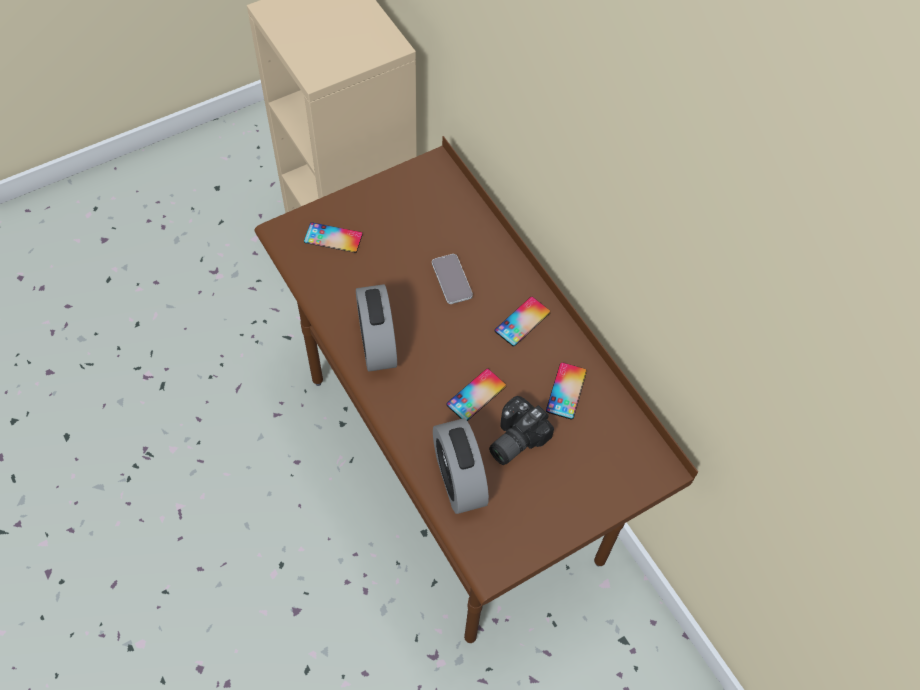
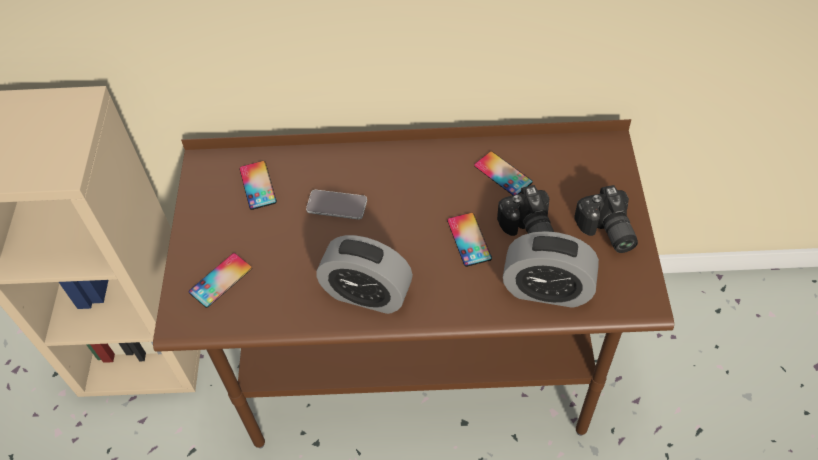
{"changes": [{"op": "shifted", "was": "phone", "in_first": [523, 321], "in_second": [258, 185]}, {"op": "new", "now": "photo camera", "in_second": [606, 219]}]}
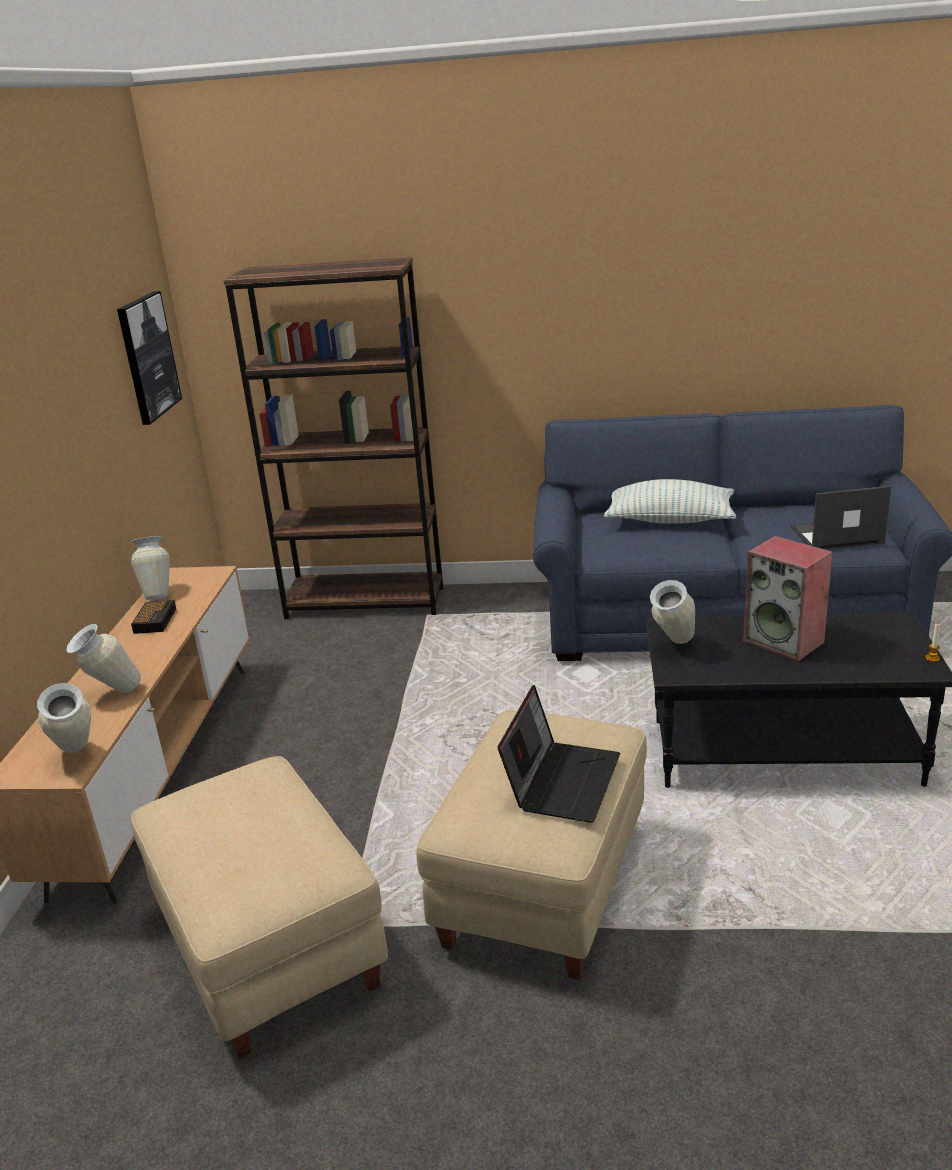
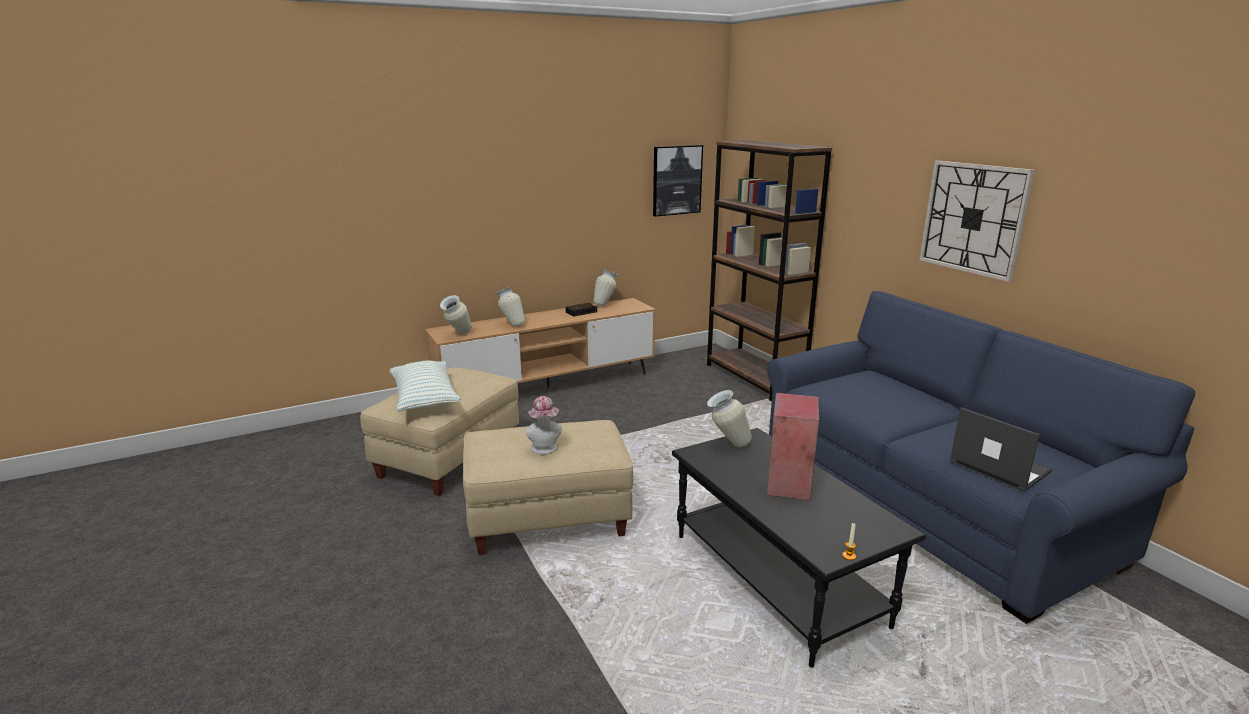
{"changes": [{"op": "shifted", "was": "pillow", "in_first": [670, 501], "in_second": [425, 386]}, {"op": "swapped", "was": "laptop", "now": "hat", "in_first": [558, 754], "in_second": [543, 425]}, {"op": "new", "now": "wall clock", "in_second": [977, 221]}]}
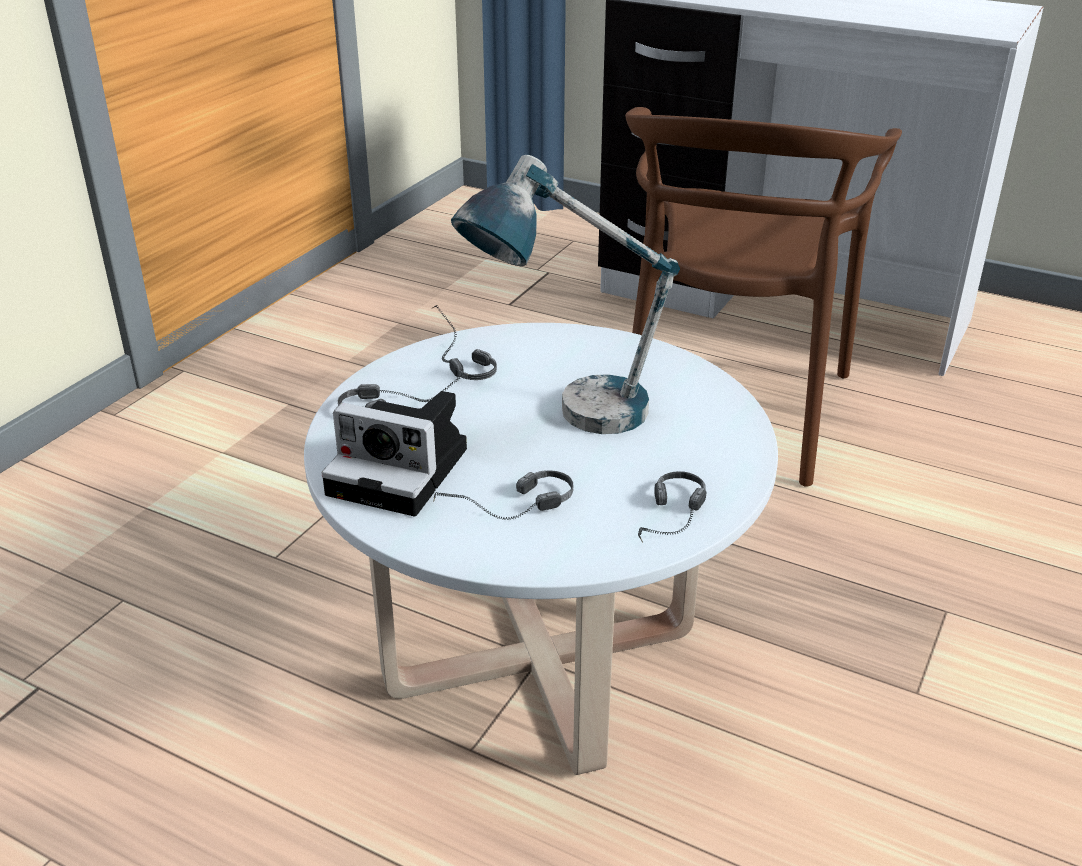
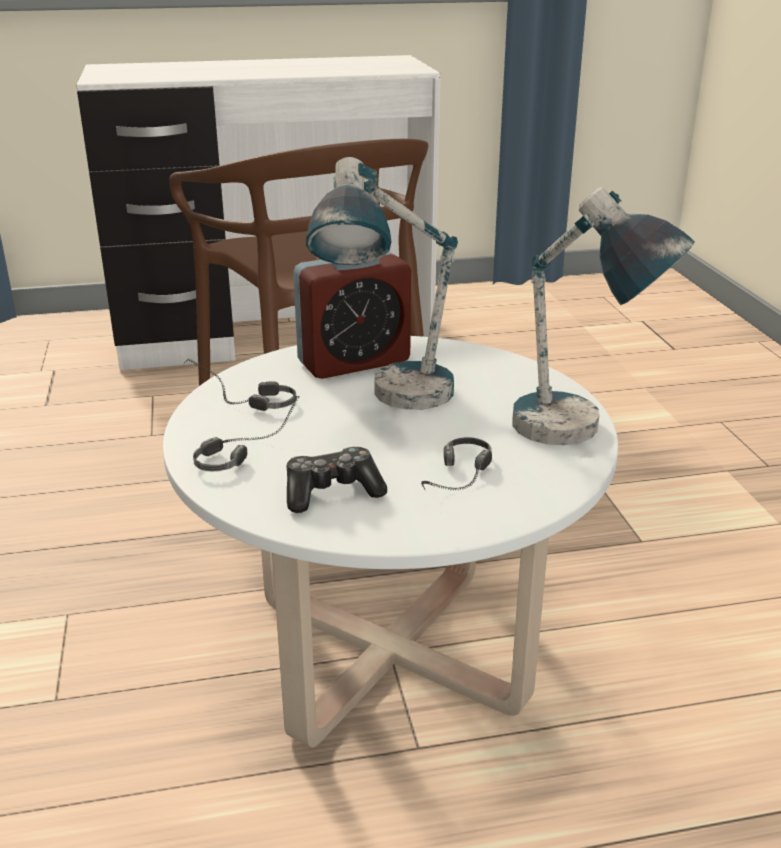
{"changes": [{"op": "swapped", "was": "photo camera", "now": "game controller", "in_first": [394, 453], "in_second": [336, 480]}, {"op": "swapped", "was": "headphones", "now": "table lamp", "in_first": [672, 507], "in_second": [603, 316]}, {"op": "new", "now": "alarm clock", "in_second": [352, 315]}]}
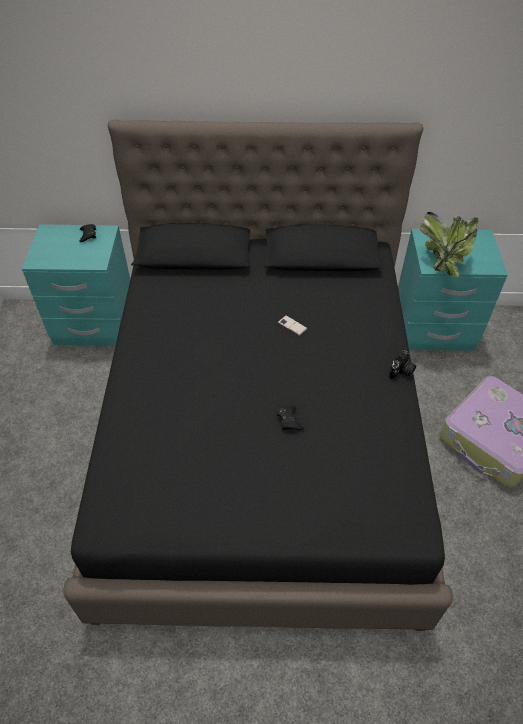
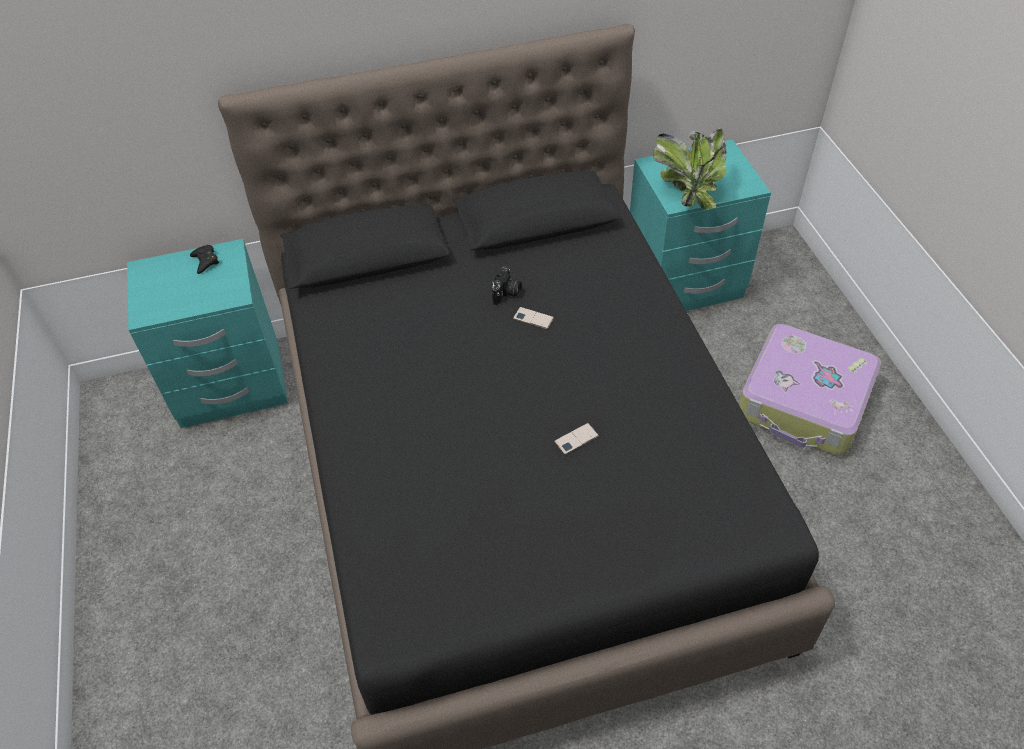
{"changes": [{"op": "shifted", "was": "photo camera", "in_first": [402, 364], "in_second": [507, 285]}, {"op": "swapped", "was": "black game controller", "now": "phone", "in_first": [290, 418], "in_second": [576, 439]}]}
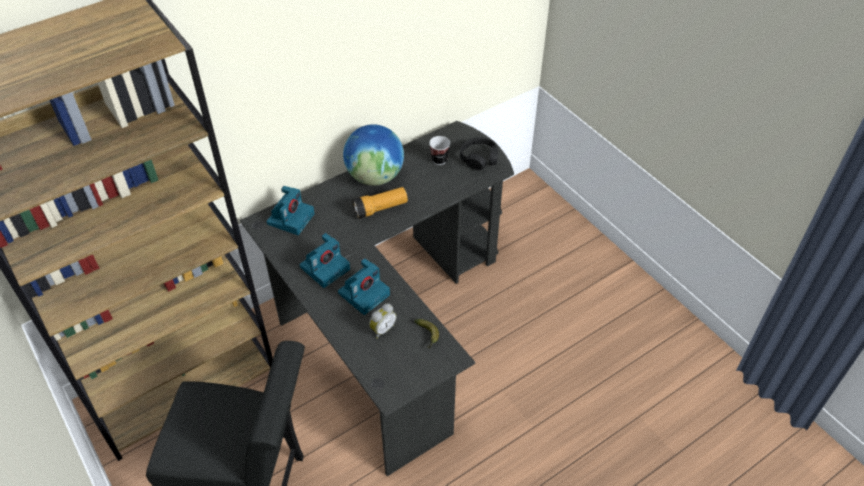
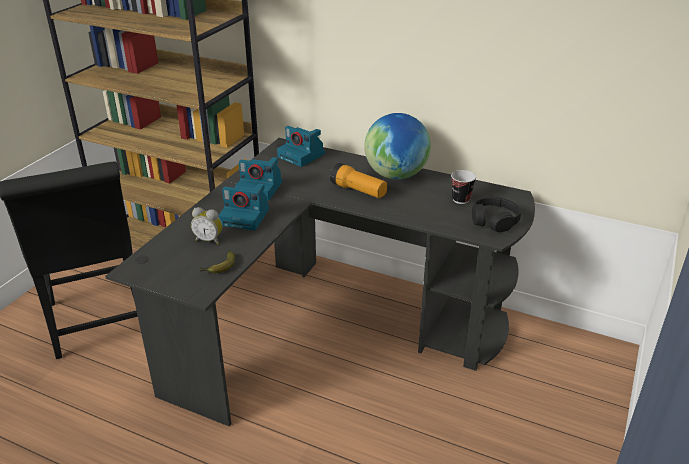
{"changes": [{"op": "rotated", "was": "photo camera", "in_first": [290, 210], "in_second": [301, 146], "clockwise": 45}]}
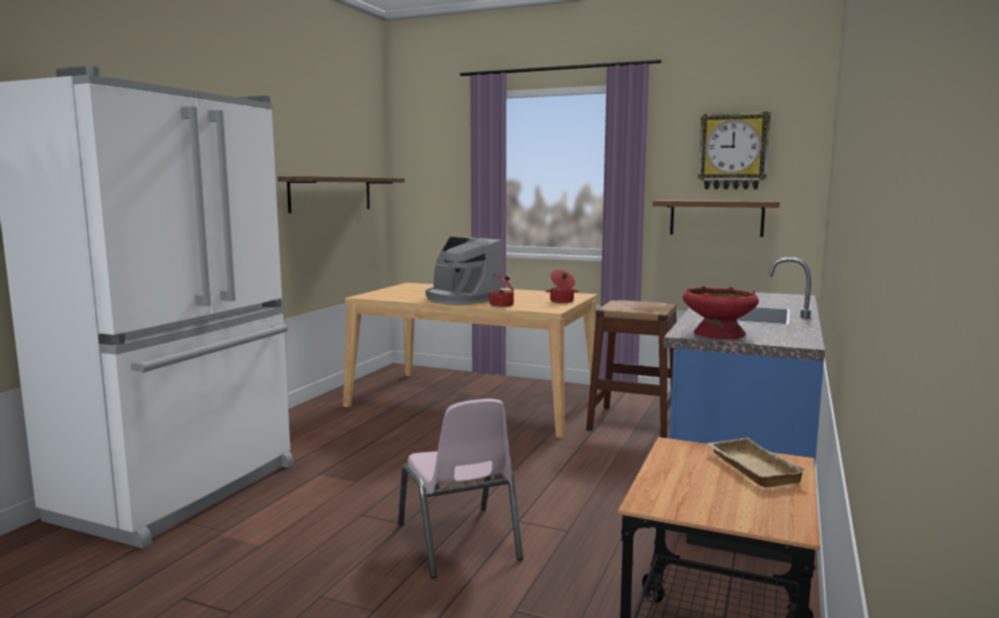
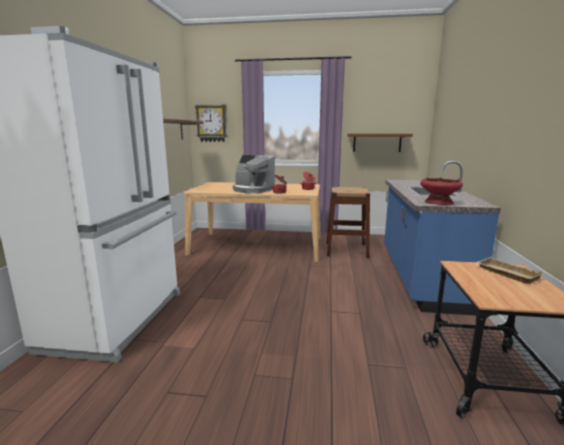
{"changes": [{"op": "shifted", "was": "wall clock", "in_first": [734, 150], "in_second": [211, 123]}, {"op": "gone", "was": "pink chair", "in_first": [460, 489]}]}
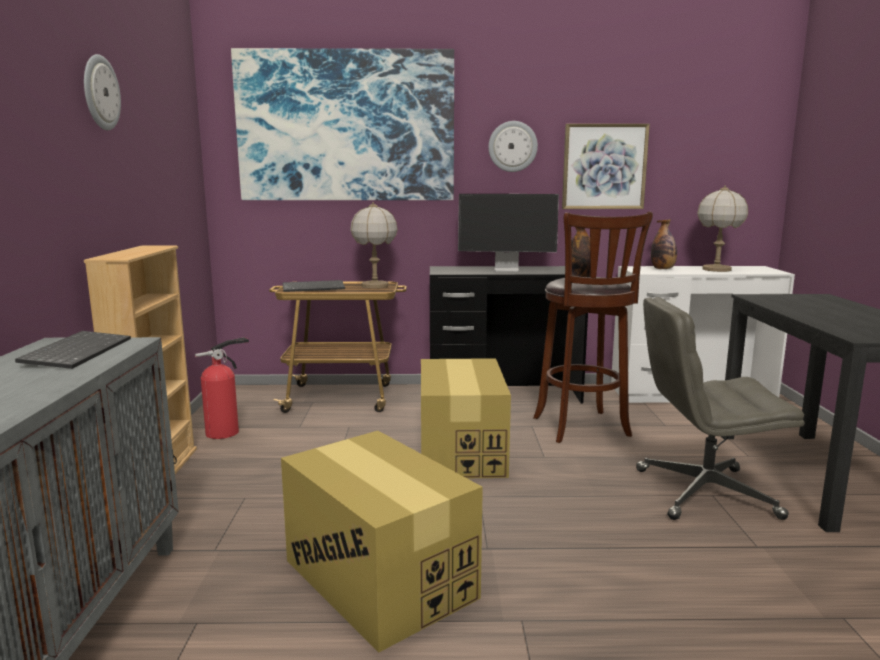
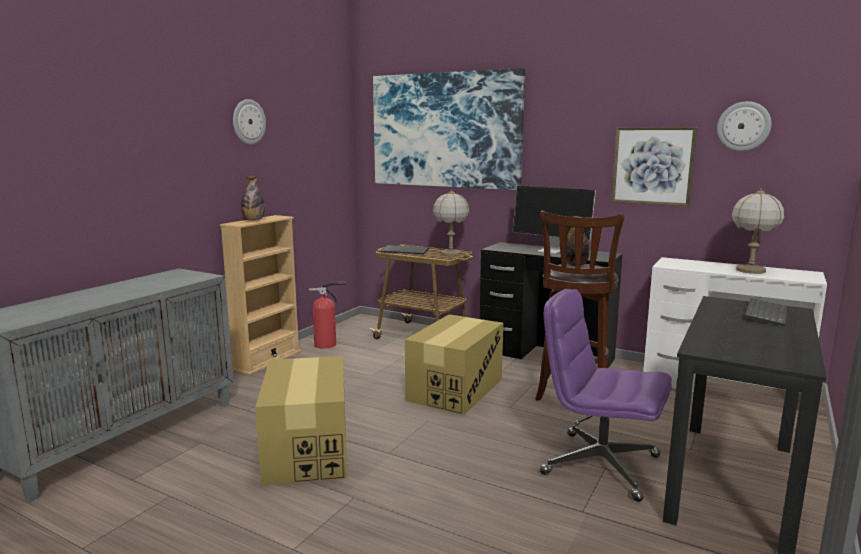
{"changes": [{"op": "shifted", "was": "wall clock", "in_first": [513, 146], "in_second": [744, 126]}, {"op": "shifted", "was": "bottle", "in_first": [664, 244], "in_second": [253, 198]}, {"op": "repainted", "was": "grey office chair", "now": "purple office chair", "in_first": [720, 408], "in_second": [606, 395]}, {"op": "shifted", "was": "keyboard", "in_first": [73, 350], "in_second": [765, 312]}]}
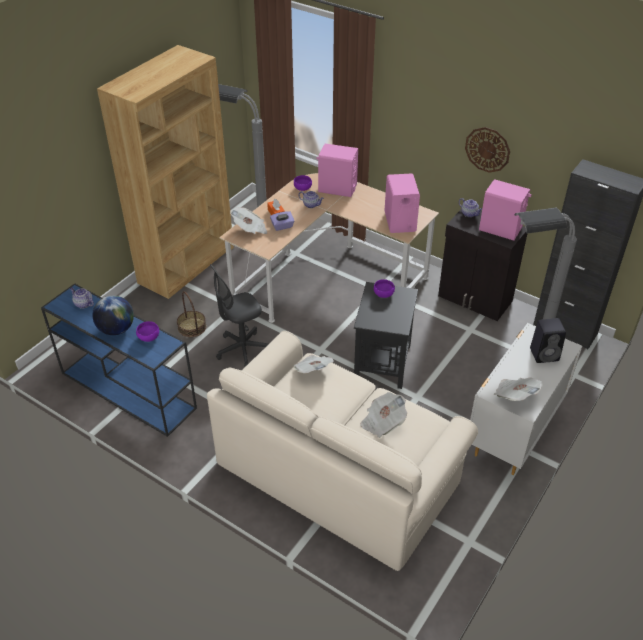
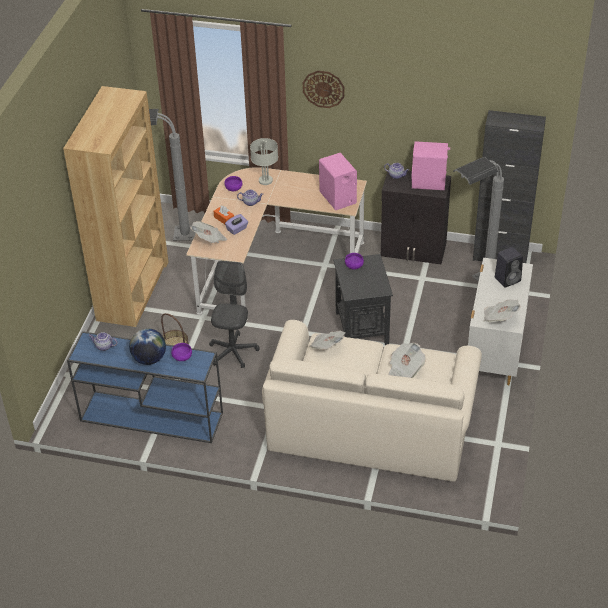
{"changes": [{"op": "shifted", "was": "wall clock", "in_first": [487, 150], "in_second": [323, 89]}, {"op": "swapped", "was": "pink speaker", "now": "grey table lamp", "in_first": [337, 170], "in_second": [264, 161]}, {"op": "rotated", "was": "grey office chair", "in_first": [239, 315], "in_second": [234, 314], "clockwise": 150}]}
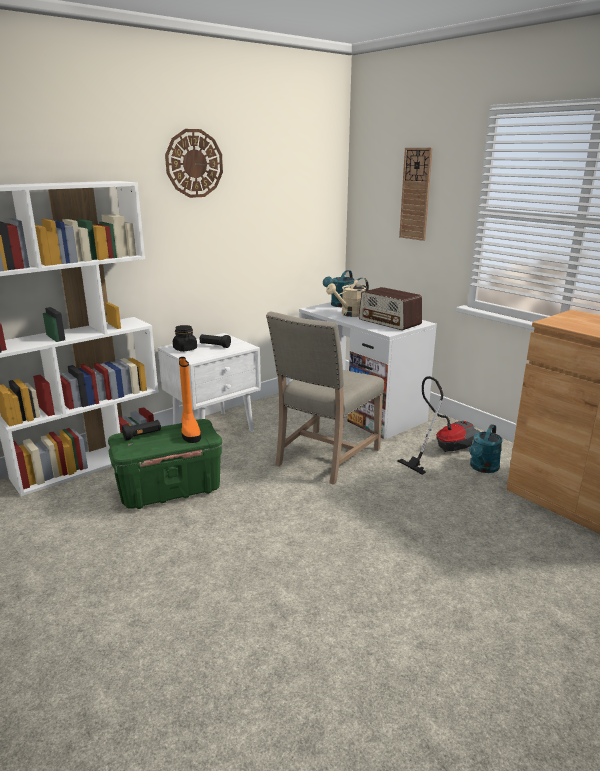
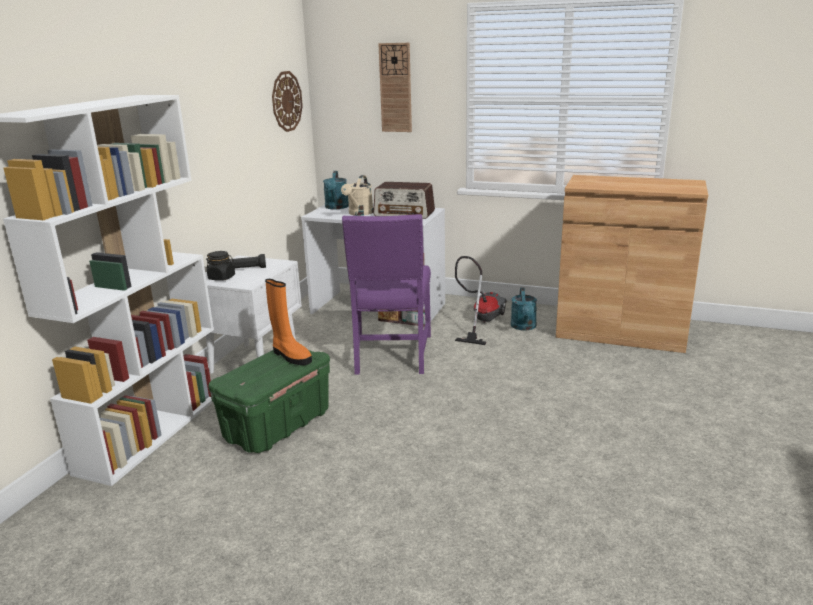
{"changes": [{"op": "shifted", "was": "wall clock", "in_first": [194, 163], "in_second": [287, 101]}, {"op": "repainted", "was": "beige chair", "now": "purple chair", "in_first": [325, 398], "in_second": [386, 294]}, {"op": "gone", "was": "black flashlight", "in_first": [141, 430]}]}
